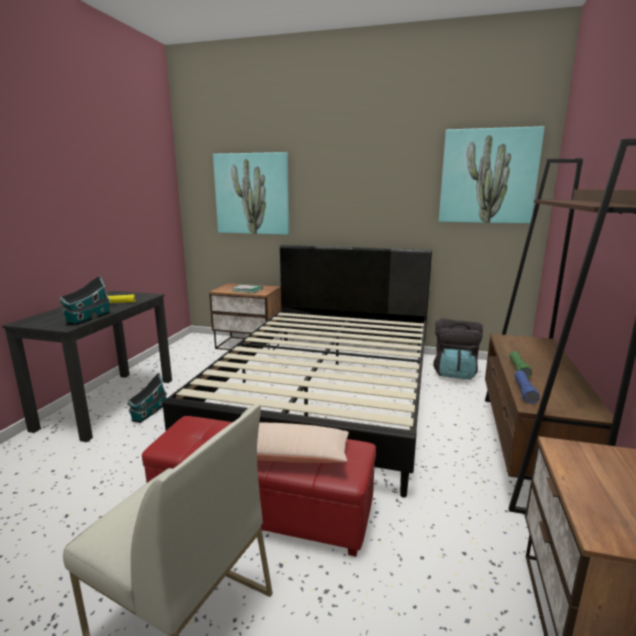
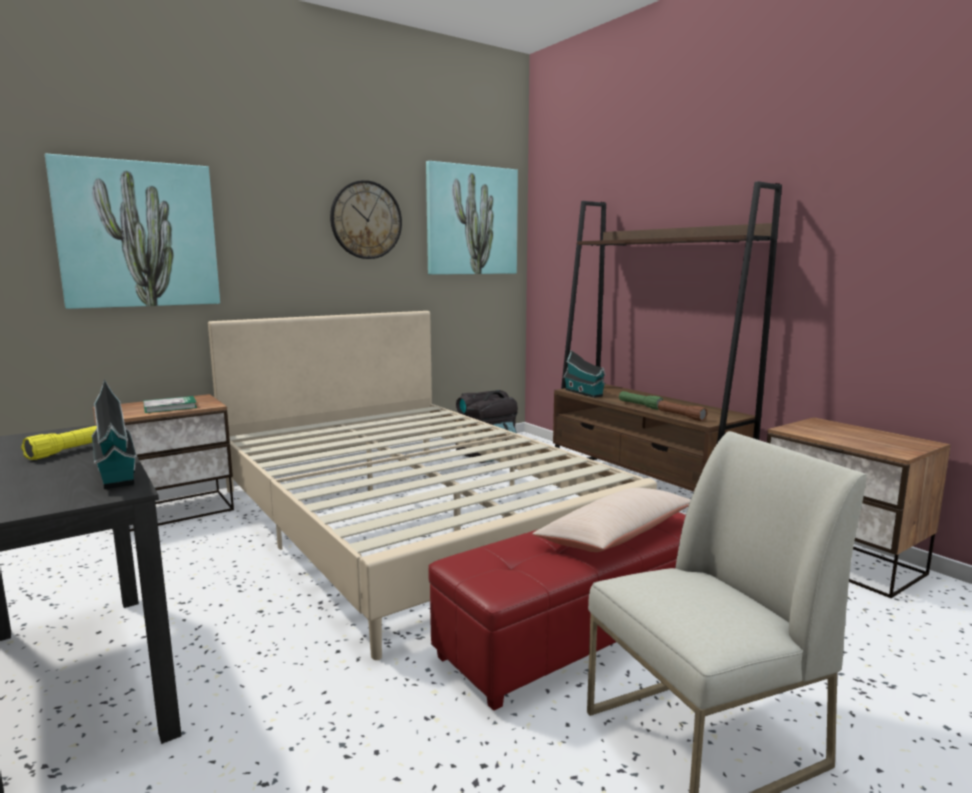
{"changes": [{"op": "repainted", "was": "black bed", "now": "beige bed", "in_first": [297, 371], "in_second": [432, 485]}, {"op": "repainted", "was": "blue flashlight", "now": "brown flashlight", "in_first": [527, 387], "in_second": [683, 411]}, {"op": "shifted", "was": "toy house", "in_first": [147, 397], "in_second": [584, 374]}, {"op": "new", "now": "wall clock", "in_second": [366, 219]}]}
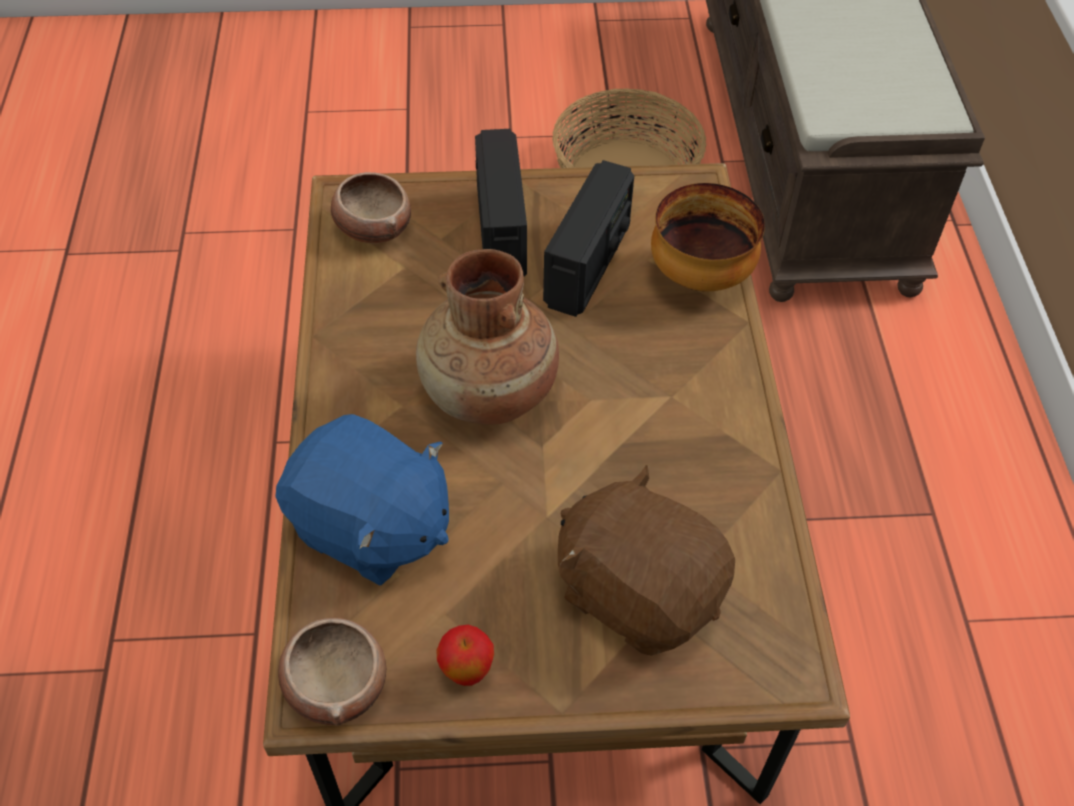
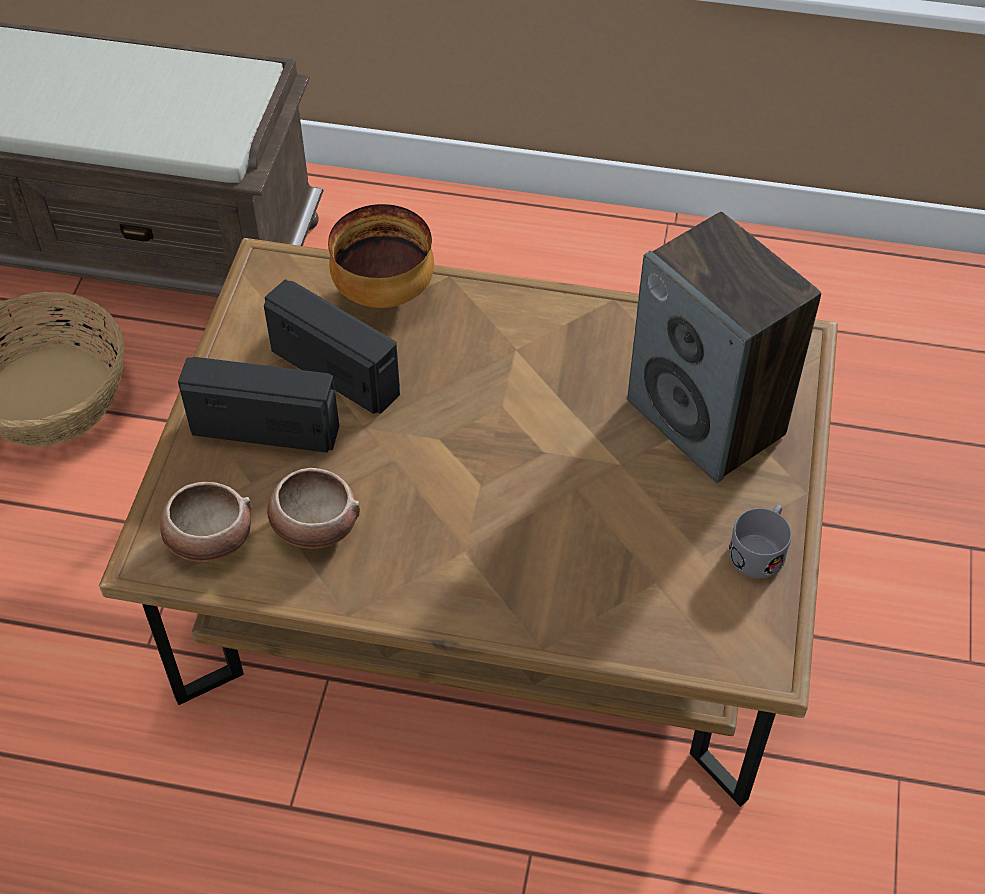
{"changes": [{"op": "gone", "was": "brown vase", "in_first": [487, 337]}, {"op": "gone", "was": "blue plush toy", "in_first": [362, 499]}, {"op": "swapped", "was": "brown plush toy", "now": "speaker", "in_first": [646, 560], "in_second": [724, 347]}, {"op": "shifted", "was": "bowl", "in_first": [332, 672], "in_second": [313, 508]}, {"op": "swapped", "was": "apple", "now": "grey mug", "in_first": [465, 655], "in_second": [760, 542]}]}
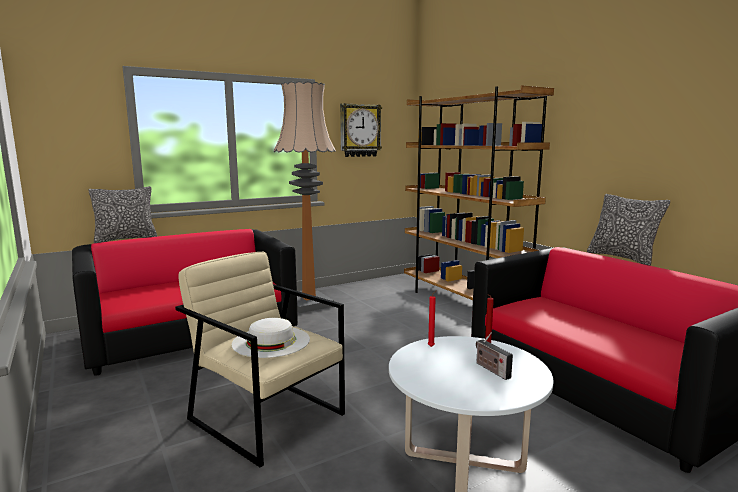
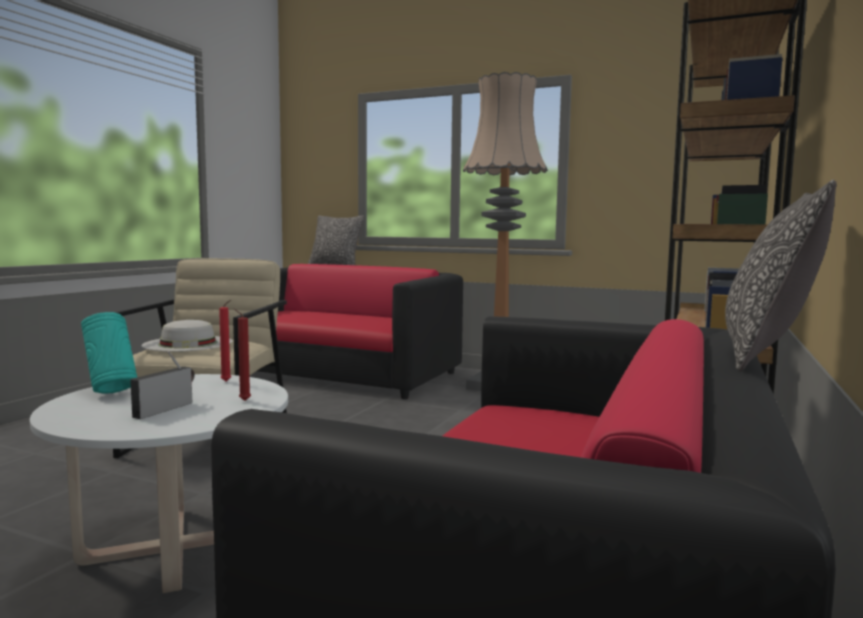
{"changes": [{"op": "gone", "was": "wall clock", "in_first": [361, 130]}, {"op": "new", "now": "turquoise vase", "in_second": [109, 353]}]}
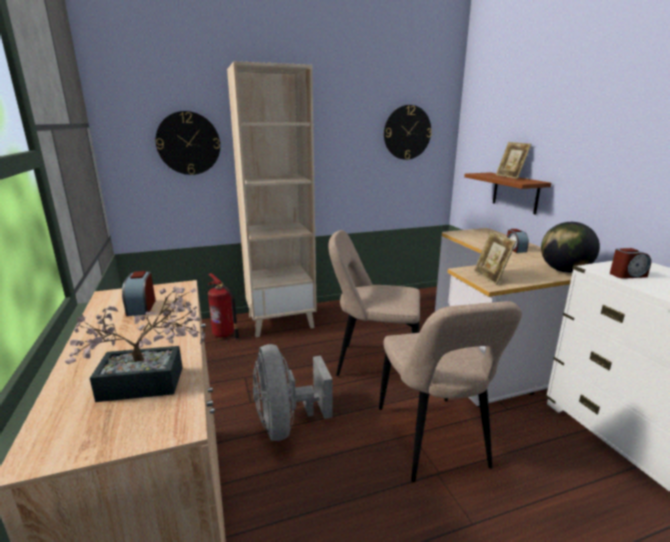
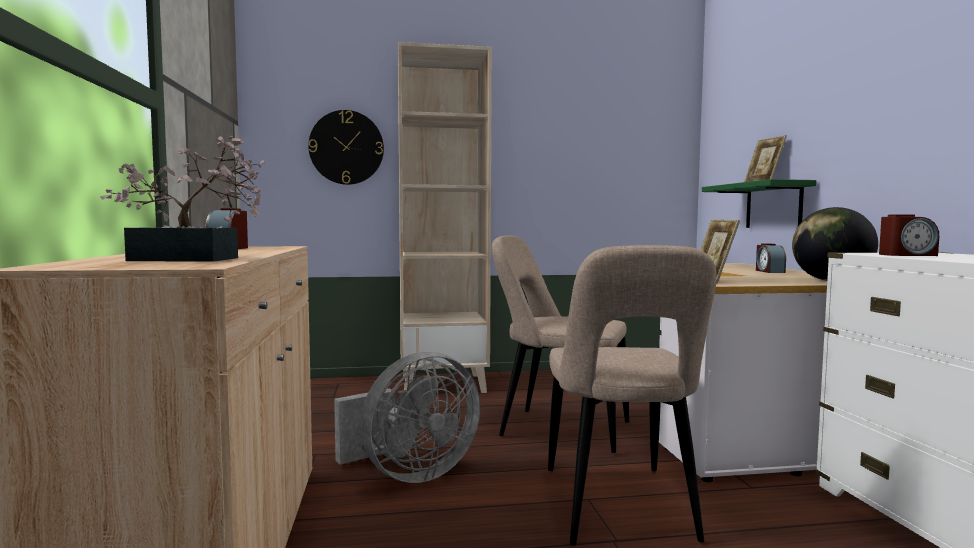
{"changes": [{"op": "gone", "was": "wall clock", "in_first": [408, 132]}, {"op": "repainted", "was": "brown shelf", "now": "green shelf", "in_first": [507, 193], "in_second": [759, 203]}, {"op": "gone", "was": "fire extinguisher", "in_first": [223, 306]}, {"op": "rotated", "was": "grey fan", "in_first": [293, 392], "in_second": [407, 417], "clockwise": -120}]}
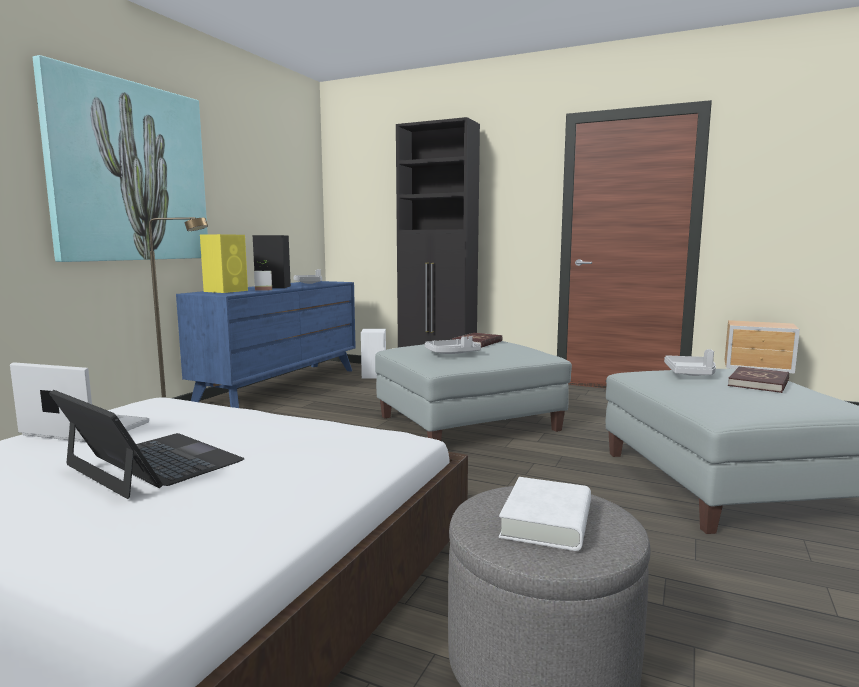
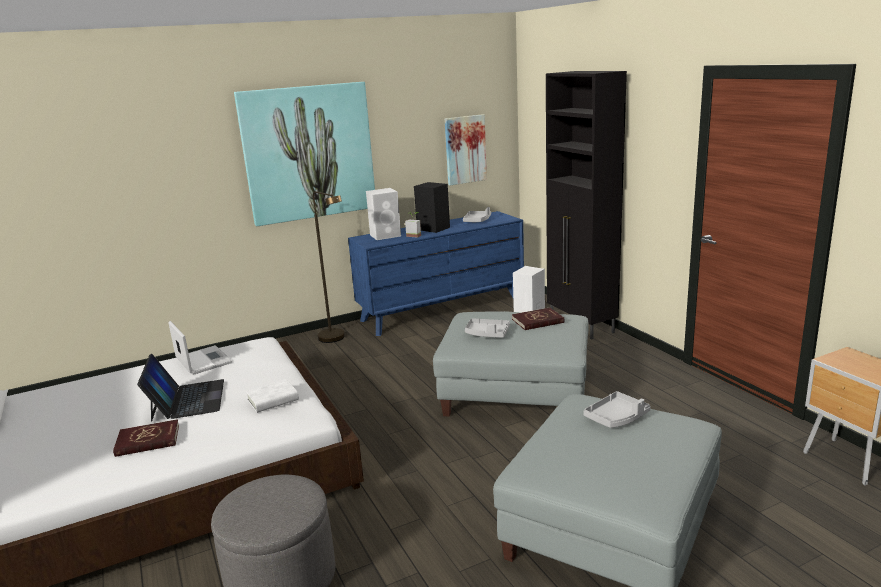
{"changes": [{"op": "repainted", "was": "yellow speaker", "now": "white speaker", "in_first": [224, 263], "in_second": [383, 214]}, {"op": "shifted", "was": "red book", "in_first": [758, 380], "in_second": [146, 438]}, {"op": "shifted", "was": "white book", "in_first": [545, 514], "in_second": [272, 396]}, {"op": "new", "now": "picture", "in_second": [466, 149]}]}
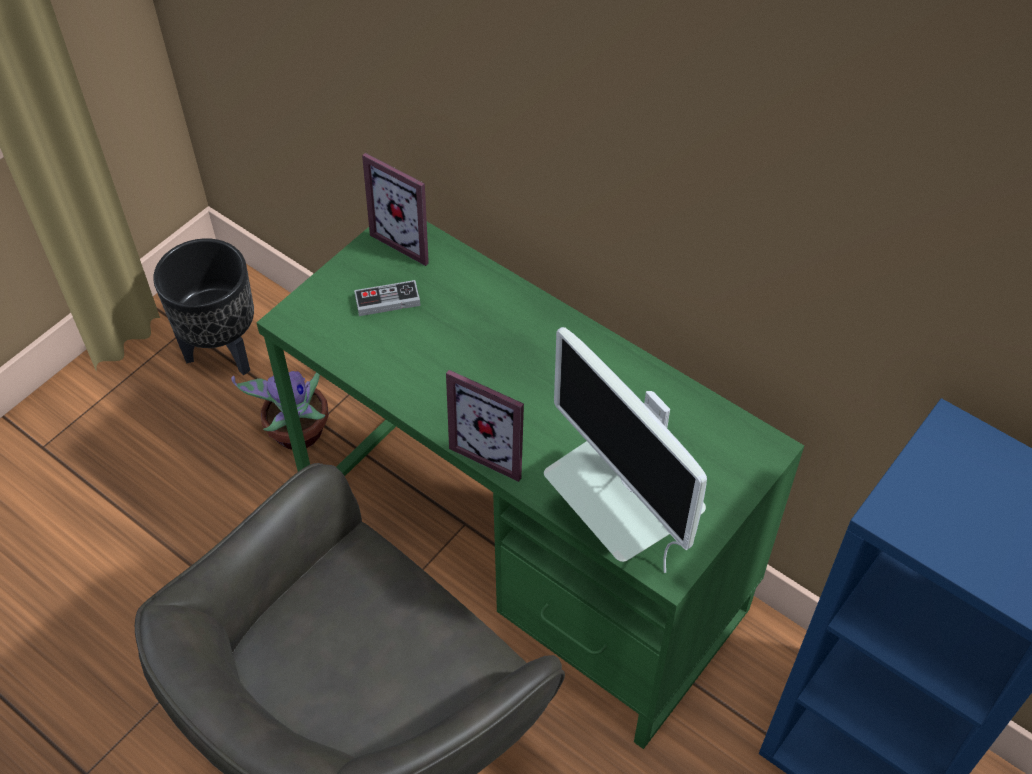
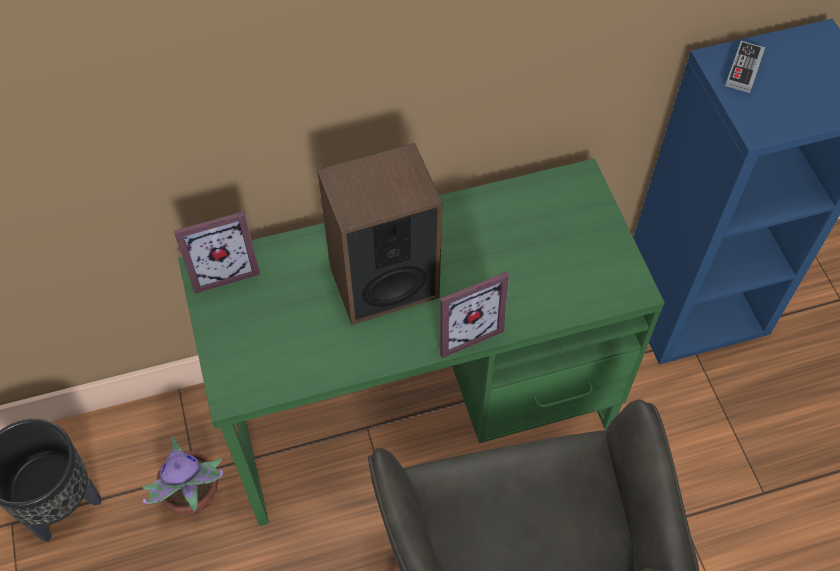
{"changes": [{"op": "shifted", "was": "game controller", "in_first": [387, 298], "in_second": [745, 67]}, {"op": "gone", "was": "monitor", "in_first": [625, 450]}, {"op": "new", "now": "speaker", "in_second": [379, 234]}]}
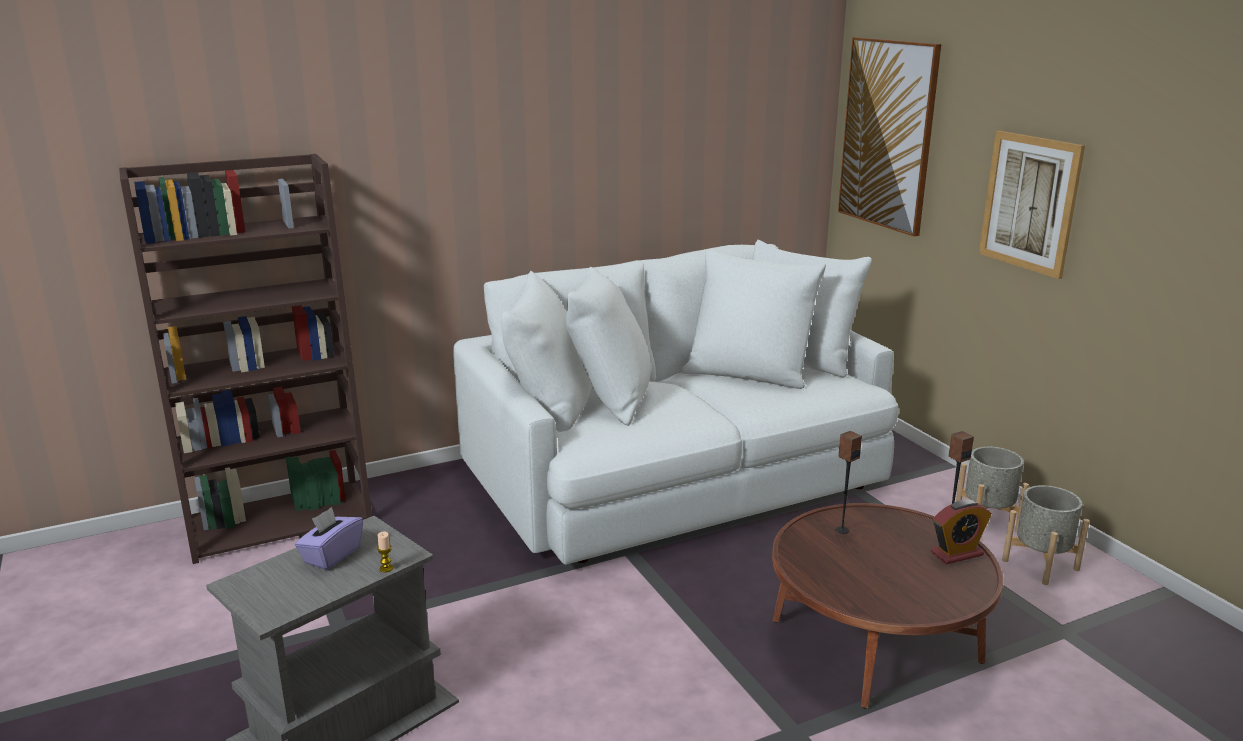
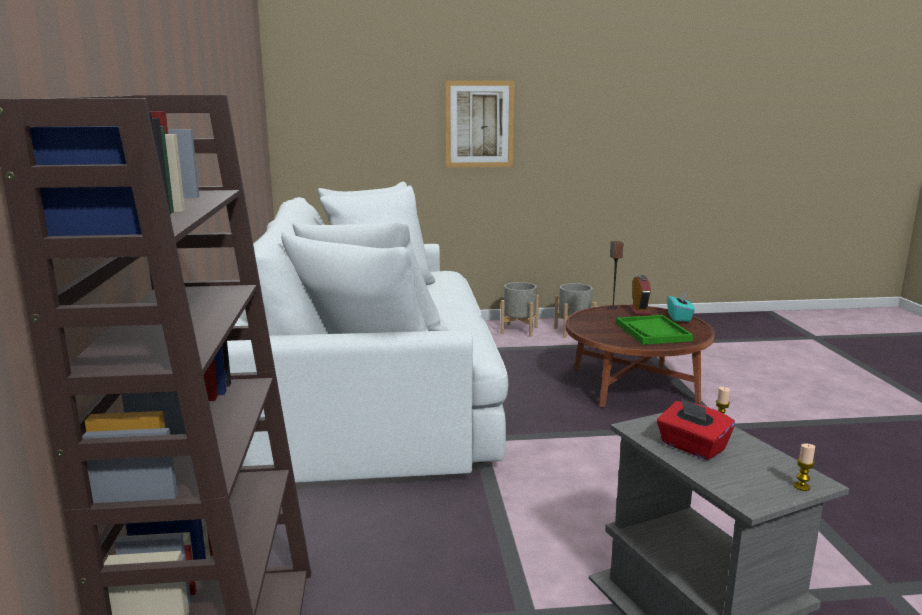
{"changes": [{"op": "gone", "was": "picture", "in_first": [889, 136]}, {"op": "gone", "was": "speaker", "in_first": [848, 482]}, {"op": "repainted", "was": "purple tissue box", "now": "red tissue box", "in_first": [329, 538], "in_second": [696, 429]}, {"op": "new", "now": "turquoise tissue box", "in_second": [681, 306]}, {"op": "new", "now": "green tray", "in_second": [654, 330]}, {"op": "new", "now": "candle", "in_second": [804, 467]}]}
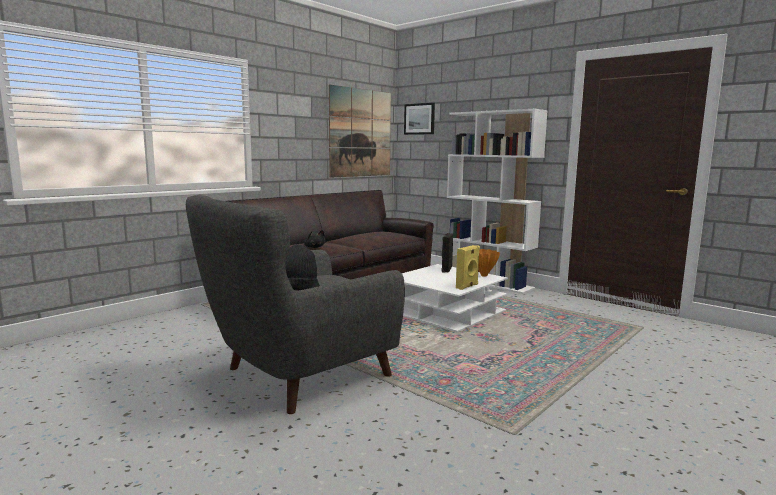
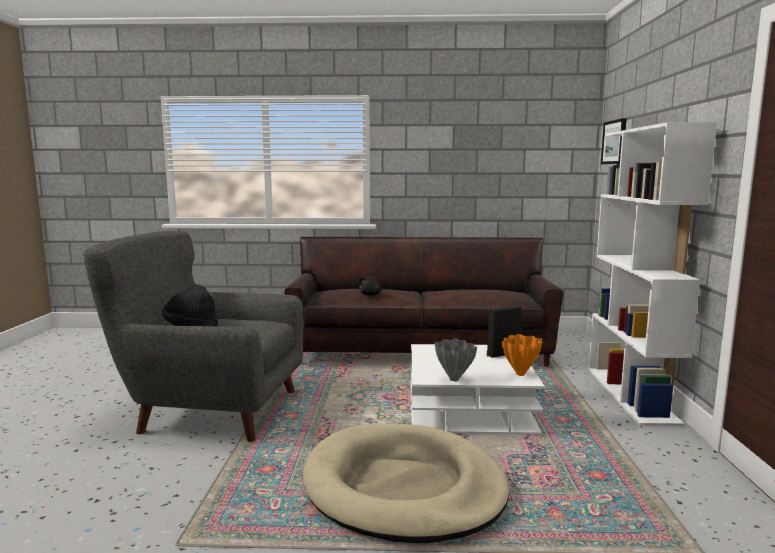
{"changes": [{"op": "gone", "was": "picture", "in_first": [360, 131]}, {"op": "swapped", "was": "yellow speaker", "now": "grey vase", "in_first": [468, 267], "in_second": [456, 359]}, {"op": "new", "now": "beige dog bed", "in_second": [406, 483]}]}
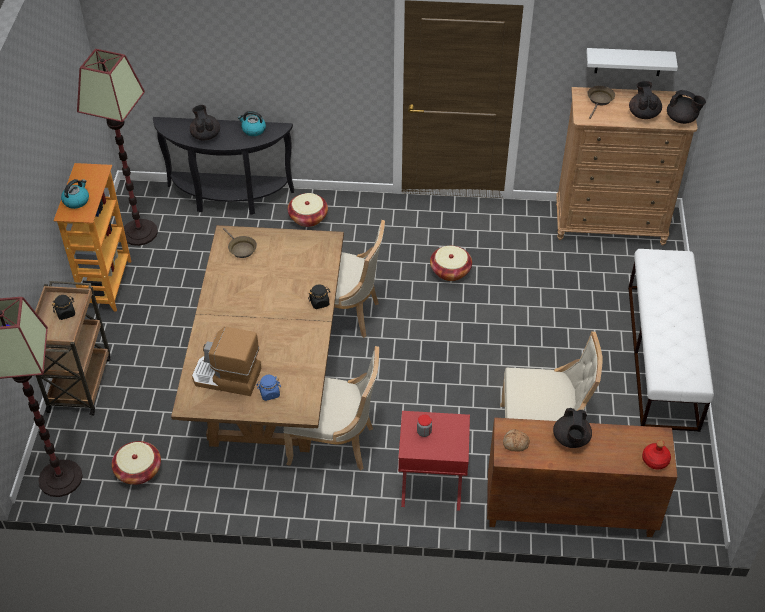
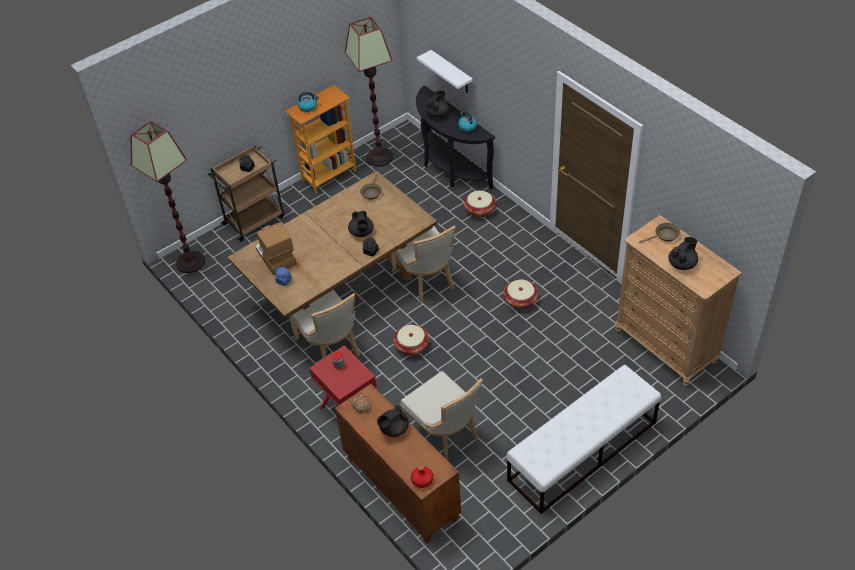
{"changes": [{"op": "shifted", "was": "white shelf", "in_first": [632, 62], "in_second": [445, 71]}, {"op": "shifted", "was": "black teapot", "in_first": [686, 107], "in_second": [361, 224]}, {"op": "shifted", "was": "basket", "in_first": [136, 463], "in_second": [411, 340]}]}
